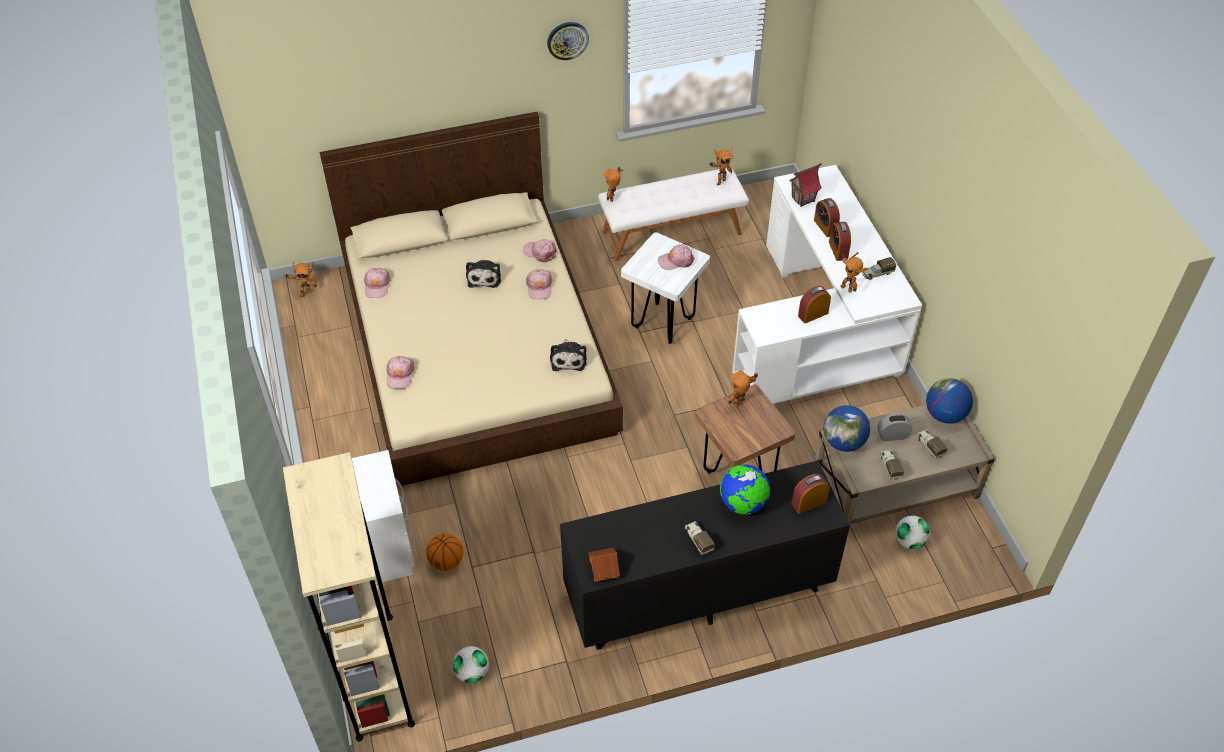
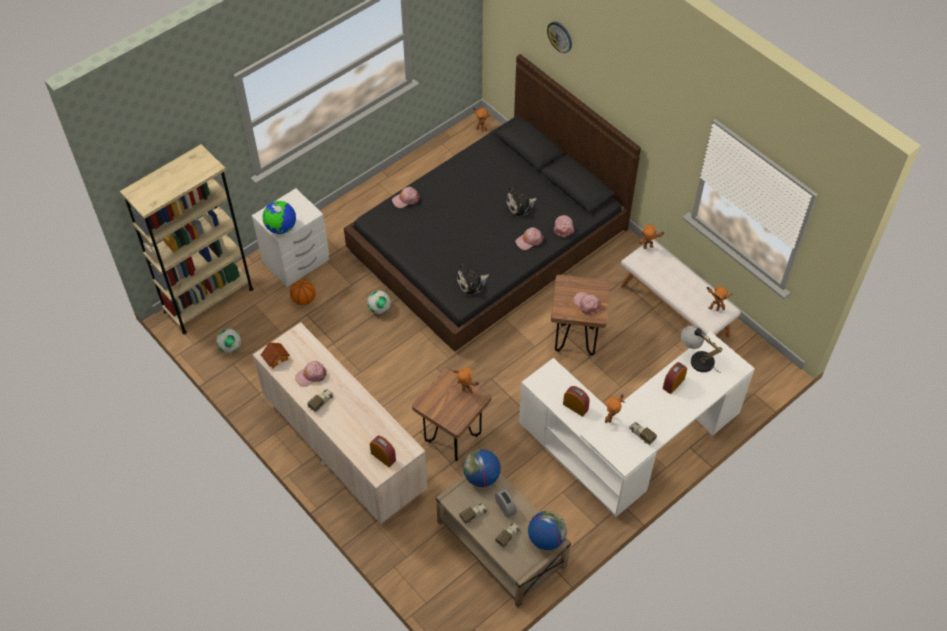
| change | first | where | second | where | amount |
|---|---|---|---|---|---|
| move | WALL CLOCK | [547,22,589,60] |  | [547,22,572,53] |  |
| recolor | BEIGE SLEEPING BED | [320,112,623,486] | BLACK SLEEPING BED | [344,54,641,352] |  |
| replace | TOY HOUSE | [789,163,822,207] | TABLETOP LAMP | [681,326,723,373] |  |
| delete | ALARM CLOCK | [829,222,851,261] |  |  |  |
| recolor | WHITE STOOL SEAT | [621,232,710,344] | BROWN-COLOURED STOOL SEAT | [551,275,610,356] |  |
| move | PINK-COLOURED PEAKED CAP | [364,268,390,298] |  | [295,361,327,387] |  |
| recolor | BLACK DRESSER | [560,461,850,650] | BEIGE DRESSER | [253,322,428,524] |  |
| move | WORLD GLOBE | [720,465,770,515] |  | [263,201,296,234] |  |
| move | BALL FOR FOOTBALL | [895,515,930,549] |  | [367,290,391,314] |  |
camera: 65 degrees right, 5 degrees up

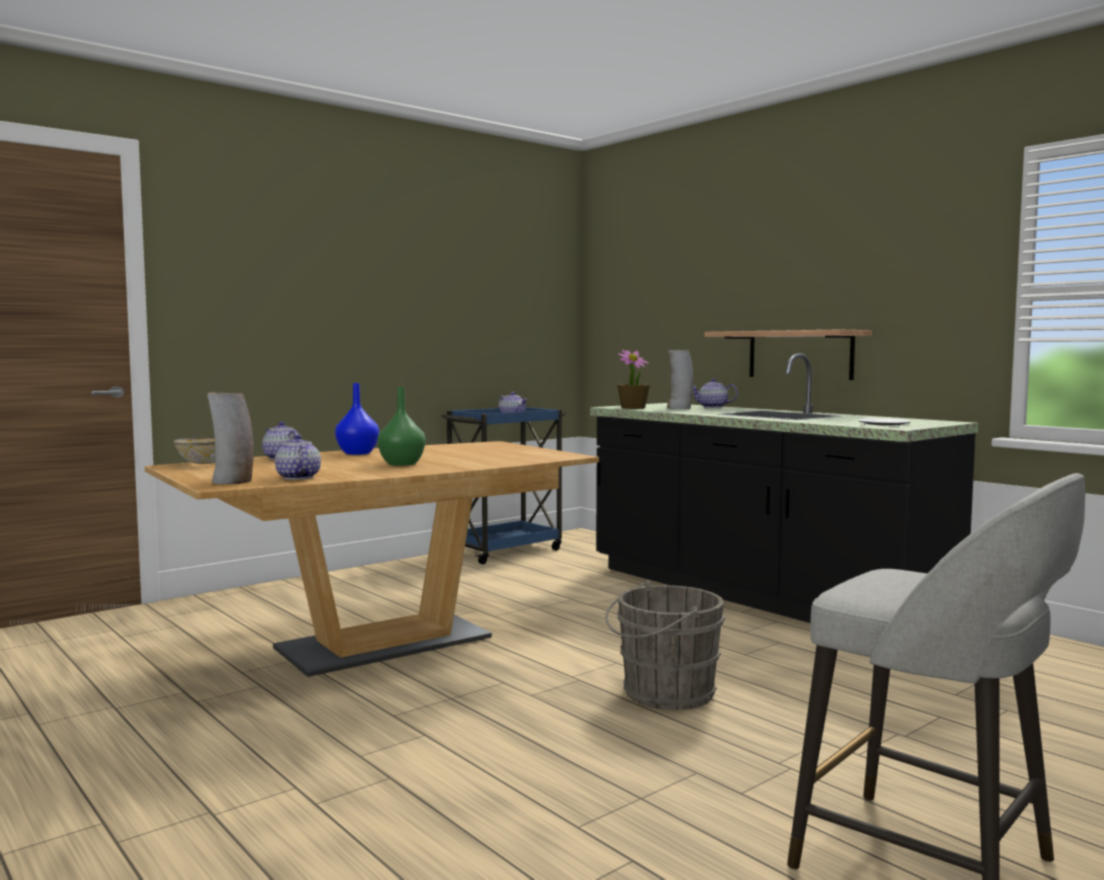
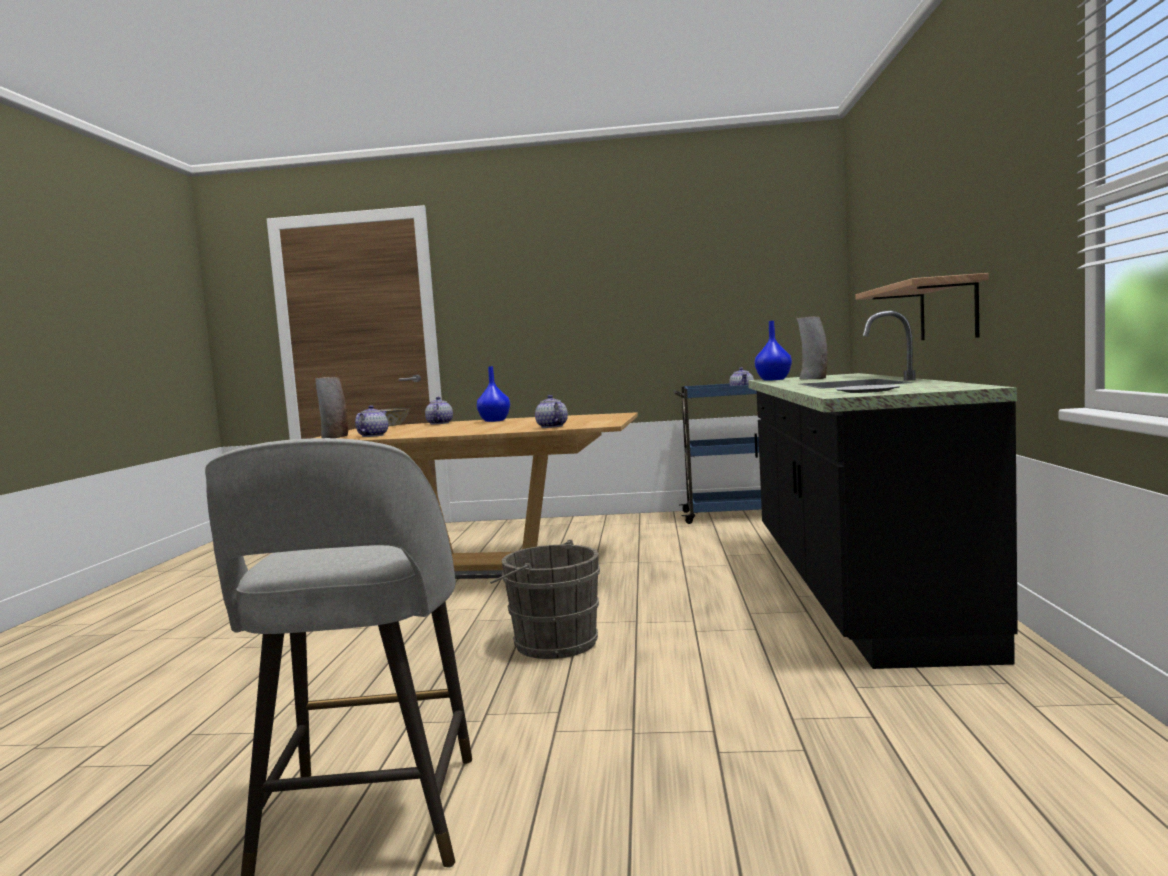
| change | first | where | second | where | amount |
|---|---|---|---|---|---|
| replace | POTTED PLANT | [617,350,650,409] | BLUISH VASE | [755,321,792,381] |  |
| move | POT FOR TEA | [693,378,738,408] |  | [535,395,568,428] |  |
| delete | GREEN VASE | [377,387,426,466] |  |  |  |
camera: 45 degrees right, 0 degrees up

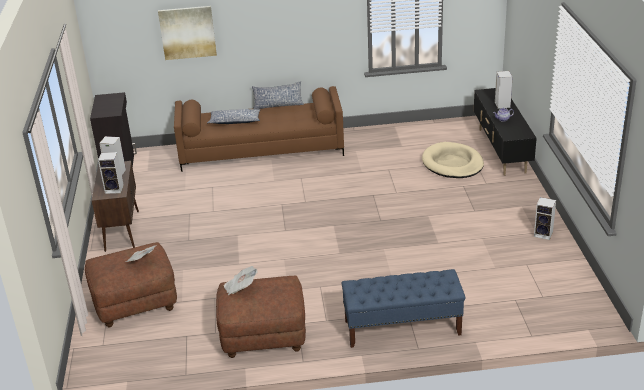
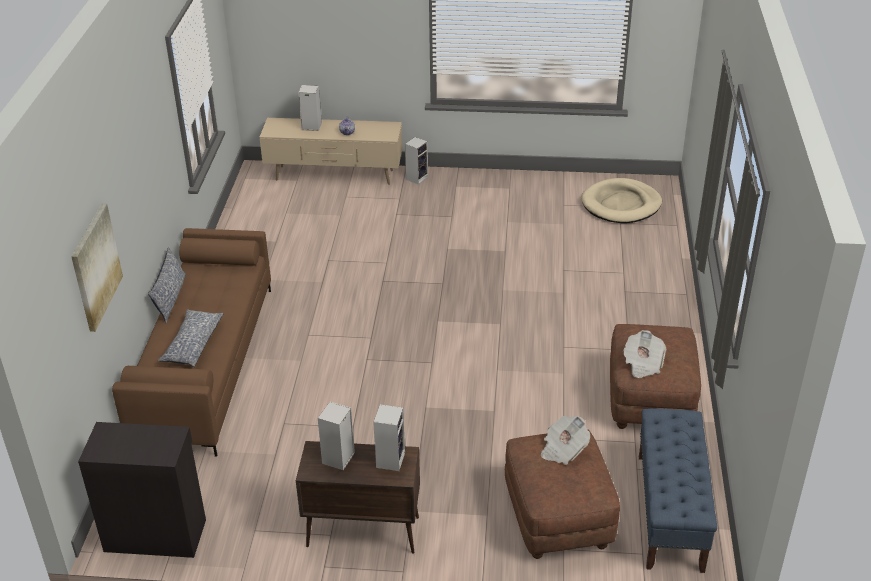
| change | first | where | second | where | amount |
|---|---|---|---|---|---|
| recolor | BLACK TV UNIT | [474,88,537,176] | BEIGE TV UNIT | [260,118,403,185] |  |
| move | BEIGE PET BED | [422,142,484,178] |  | [582,178,662,223] |  |
| move | LOUDSPEAKER | [534,197,556,240] |  | [405,137,428,184] |  |
| move | BLUISH BENCH | [341,269,465,348] |  | [639,408,717,573] |  |
camera: 80 degrees left, 5 degrees up

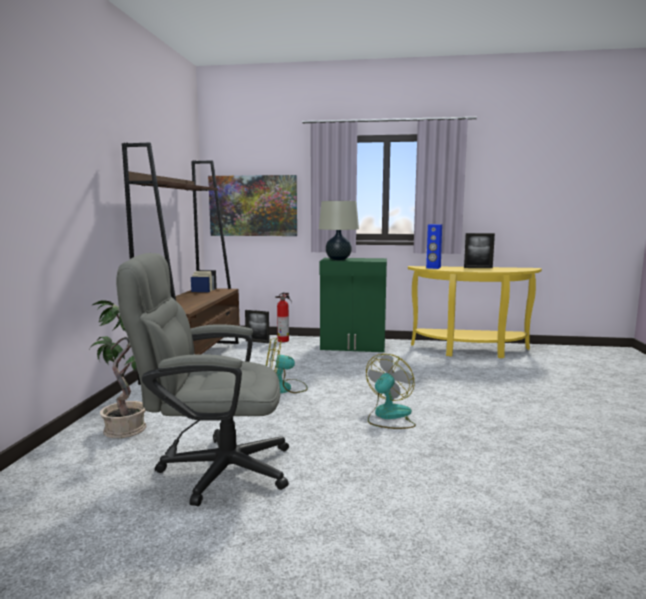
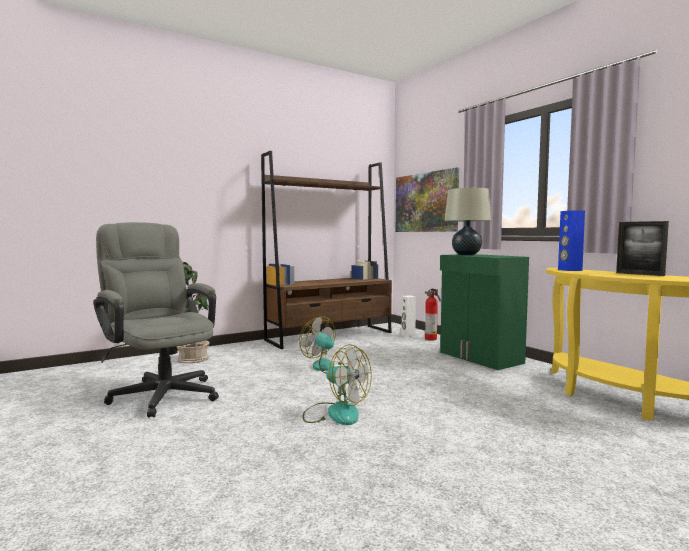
| change | first | where | second | where | amount |
|---|---|---|---|---|---|
| replace | STANDING FRAME | [245,310,270,343] | WHITE LOUDSPEAKER | [402,295,416,337] |  |
| rotate | FAN | [366,354,416,429] |  | [302,344,372,425] | 45 degrees clockwise |
camera: 50 degrees right, 5 degrees down

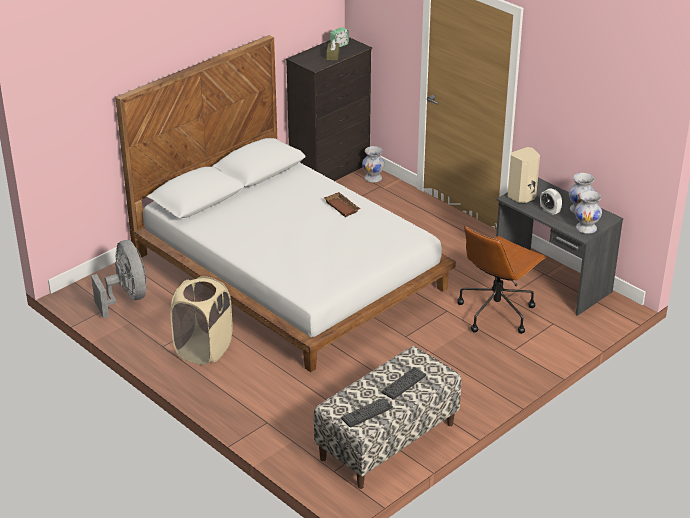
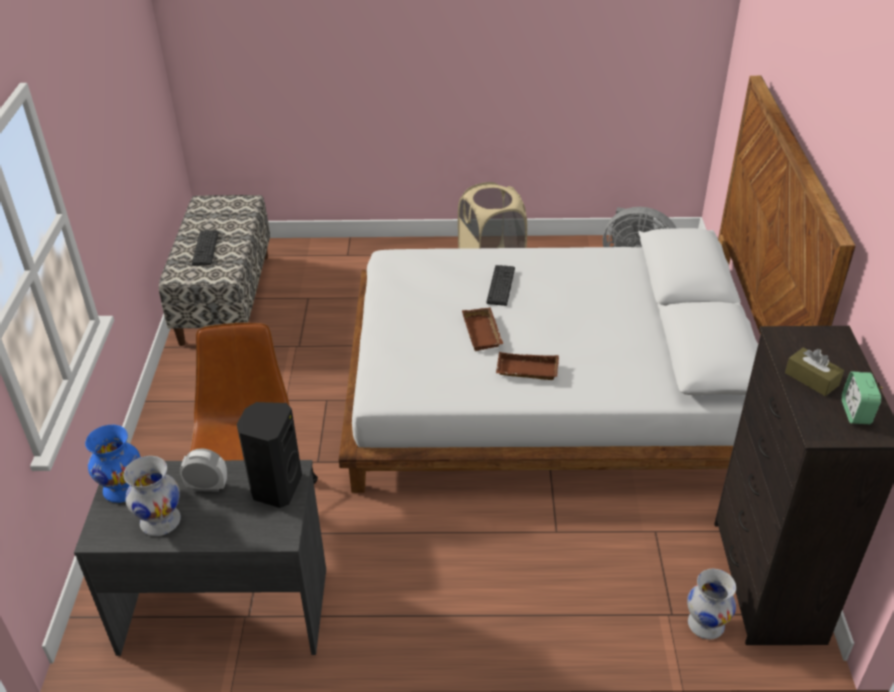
| change | first | where | second | where | amount |
|---|---|---|---|---|---|
| recolor | BEIGE LOUDSPEAKER | [507,147,540,203] | BLACK LOUDSPEAKER | [237,402,302,508] |  |
| recolor | WHITE VASE | [575,191,602,234] | BLUISH VASE | [85,425,140,503] |  |
| move | COMPUTER KEYBOARD | [341,398,393,427] |  | [487,265,515,306] |  |
| insert |  |  | BROWN-COLOURED SERVING TRAY | [462,307,503,351] |  |
camera: 135 degrees right, 5 degrees up

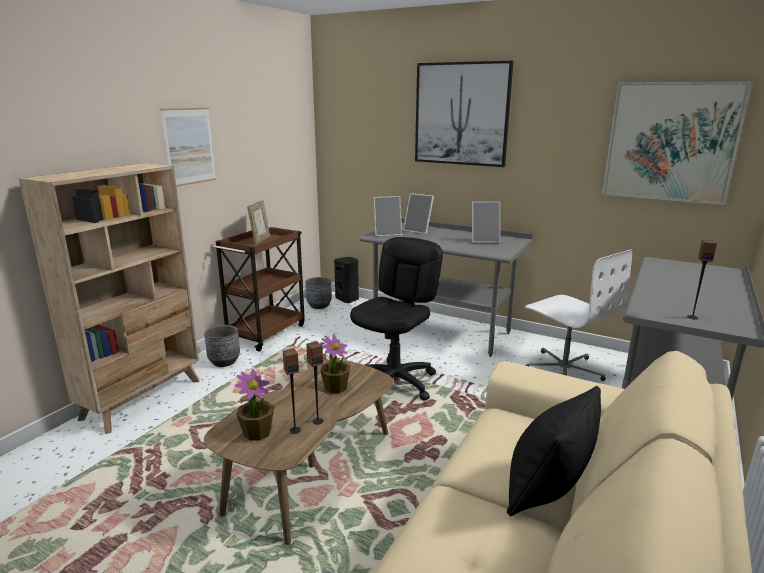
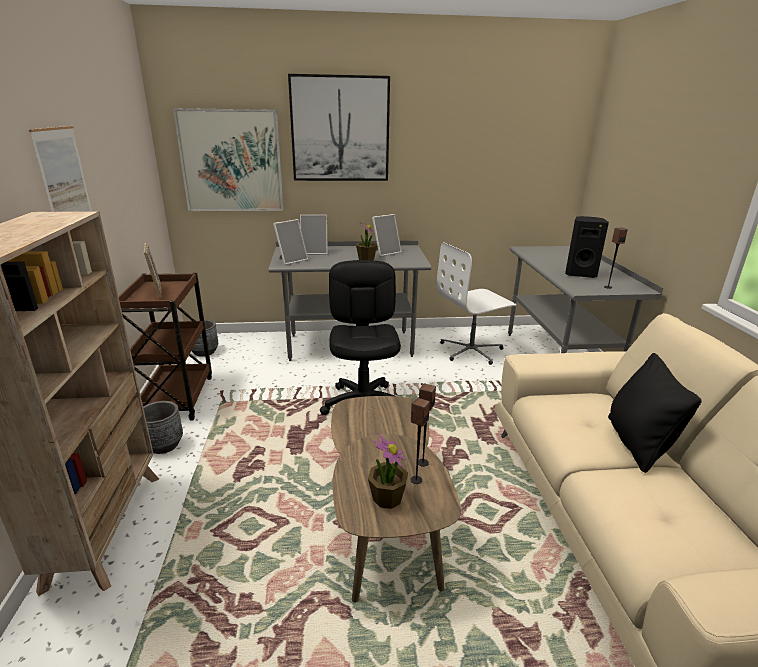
| change | first | where | second | where | amount |
|---|---|---|---|---|---|
| move | WALL PICTURE | [602,81,753,205] |  | [173,108,284,211] |  |
| rotate | WHITE OFFICE CHAIR | [525,250,632,381] |  | [436,242,516,365] | 135 degrees clockwise |
| move | BLACK LOUDSPEAKER | [334,257,359,303] |  | [565,216,609,278] |  |
| move | POTTED PLANT | [320,334,350,393] |  | [356,223,377,260] |  |
camera: 35 degrees left, 5 degrees up

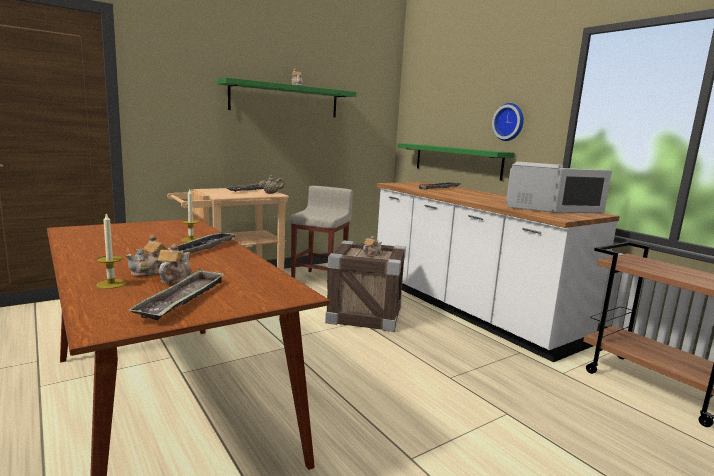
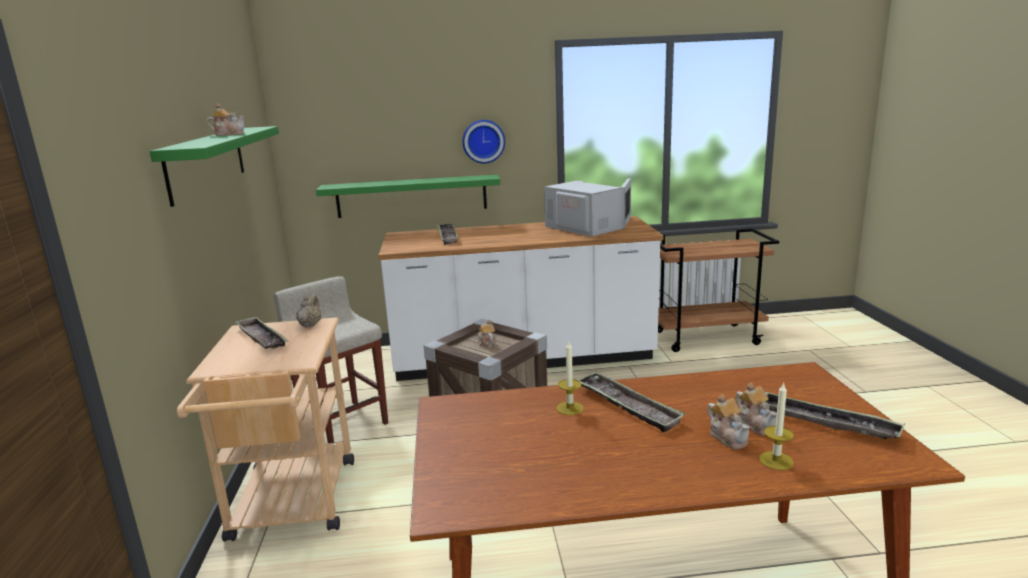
| change | first | where | second | where | amount |
|---|---|---|---|---|---|
| rotate | POT FOR TEA | [158,244,191,285] |  | [736,383,777,436] | 150 degrees counterclockwise |
camera: 60 degrees left, 5 degrees up

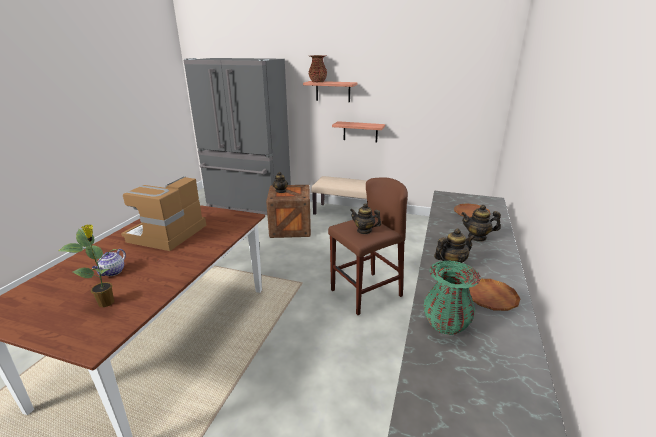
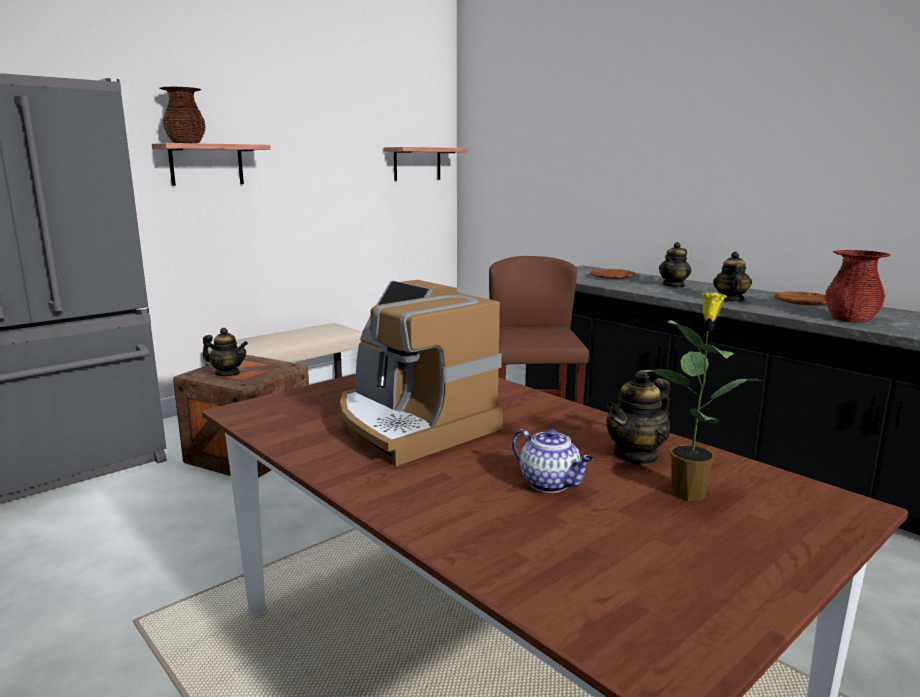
| change | first | where | second | where | amount |
|---|---|---|---|---|---|
| move | BRACKET SHELF | [332,121,385,143] |  | [384,147,468,181] |  |
| move | POT FOR TEA | [350,203,382,234] |  | [606,370,670,465] |  |
| recolor | GREEN VASE | [423,261,481,335] | REDDISH VASE | [825,250,891,322] |  |
camera: 60 degrees left, 10 degrees down

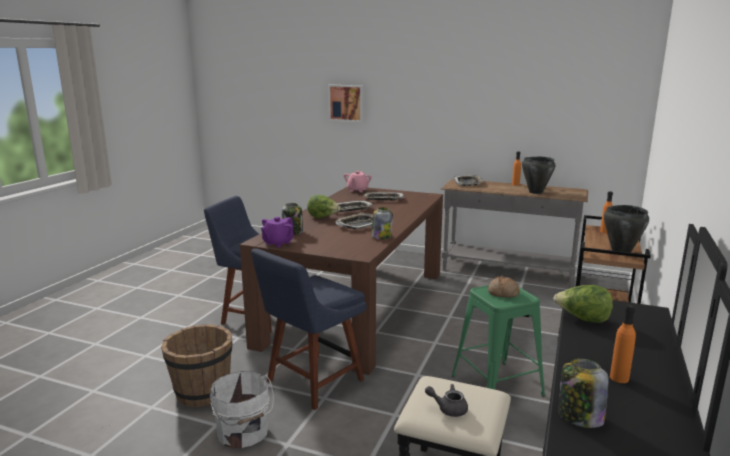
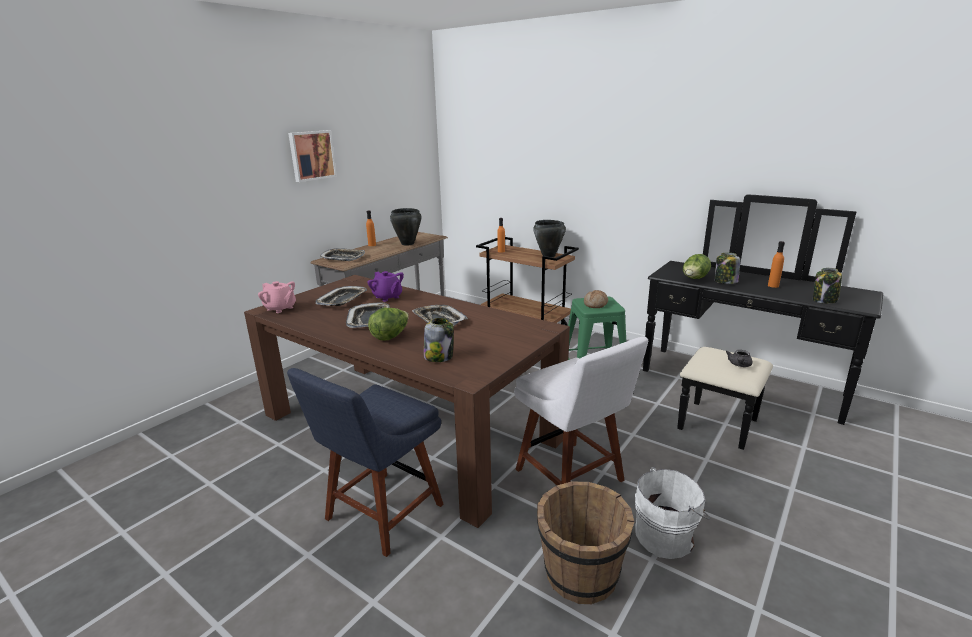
| change | first | where | second | where | amount |
|---|---|---|---|---|---|
| move | WALL PICTURE | [328,85,363,122] |  | [288,130,337,182] |  |
| move | JAR | [371,207,393,239] |  | [715,253,740,284] |  |
| move | PURPLE-COLOURED POT FOR TEA | [261,217,294,247] |  | [367,271,404,302] |  |
| recolor | BLUISH PLAIN CHAIR | [251,249,367,410] | WHITE PLAIN CHAIR | [514,337,648,485] |  |
camera: 75 degrees left, 5 degrees up

